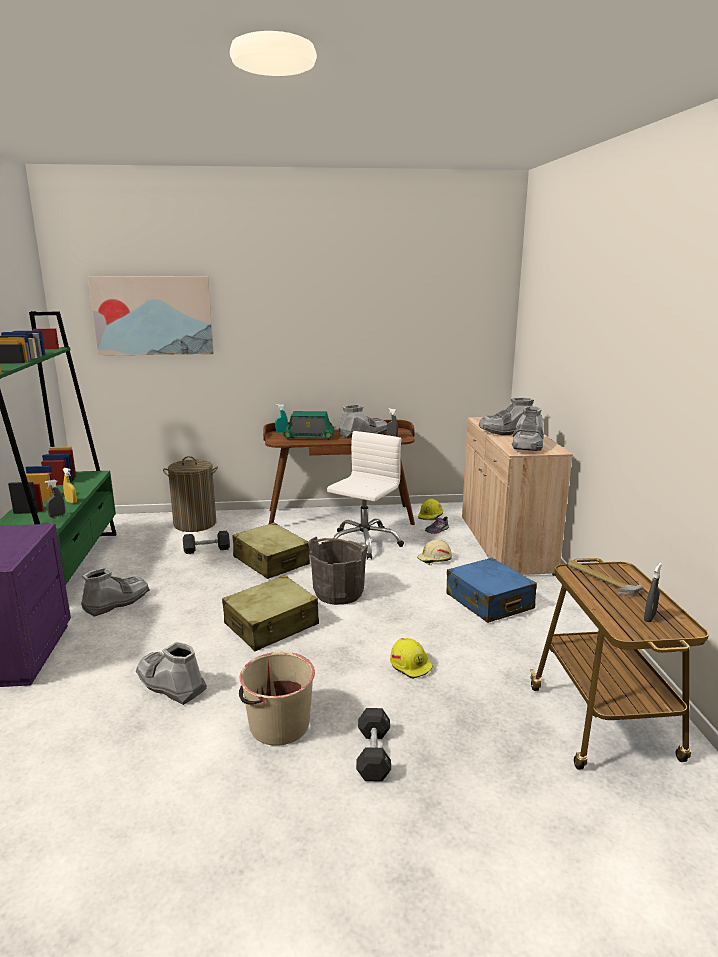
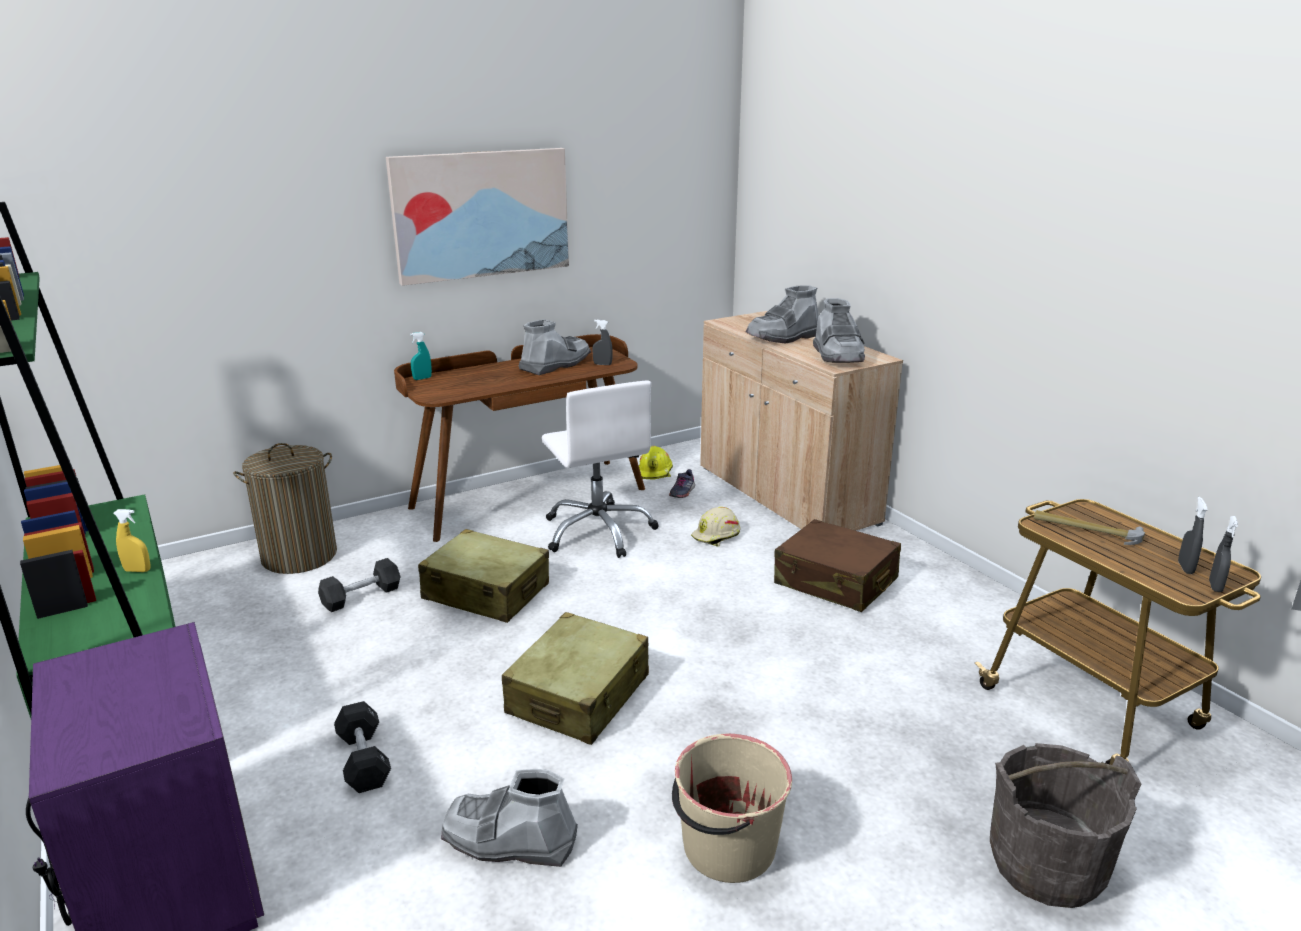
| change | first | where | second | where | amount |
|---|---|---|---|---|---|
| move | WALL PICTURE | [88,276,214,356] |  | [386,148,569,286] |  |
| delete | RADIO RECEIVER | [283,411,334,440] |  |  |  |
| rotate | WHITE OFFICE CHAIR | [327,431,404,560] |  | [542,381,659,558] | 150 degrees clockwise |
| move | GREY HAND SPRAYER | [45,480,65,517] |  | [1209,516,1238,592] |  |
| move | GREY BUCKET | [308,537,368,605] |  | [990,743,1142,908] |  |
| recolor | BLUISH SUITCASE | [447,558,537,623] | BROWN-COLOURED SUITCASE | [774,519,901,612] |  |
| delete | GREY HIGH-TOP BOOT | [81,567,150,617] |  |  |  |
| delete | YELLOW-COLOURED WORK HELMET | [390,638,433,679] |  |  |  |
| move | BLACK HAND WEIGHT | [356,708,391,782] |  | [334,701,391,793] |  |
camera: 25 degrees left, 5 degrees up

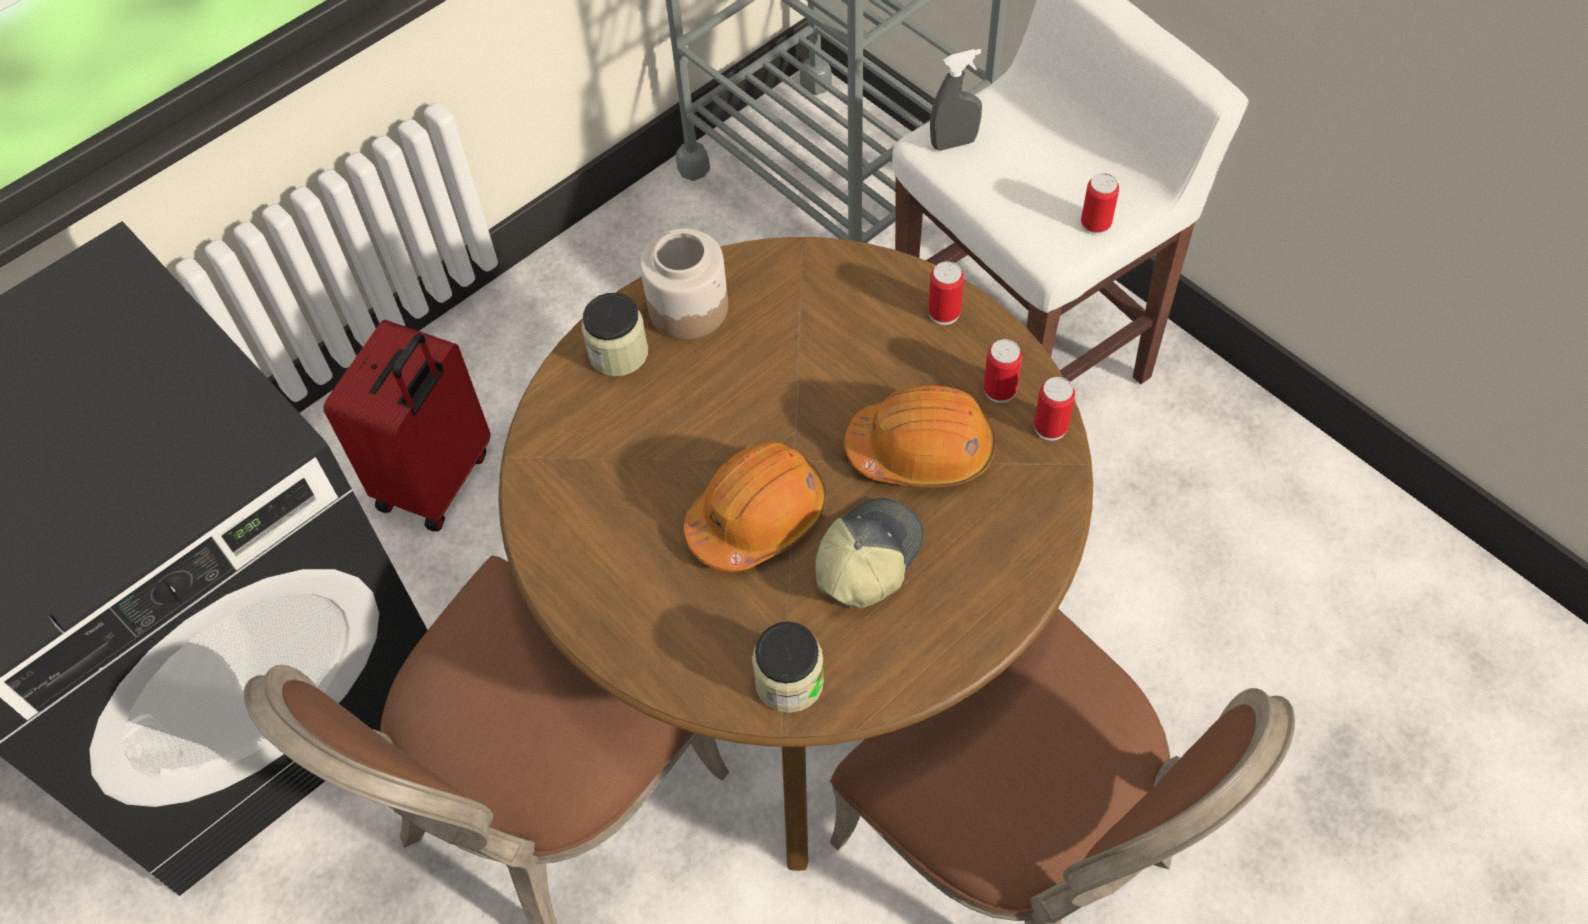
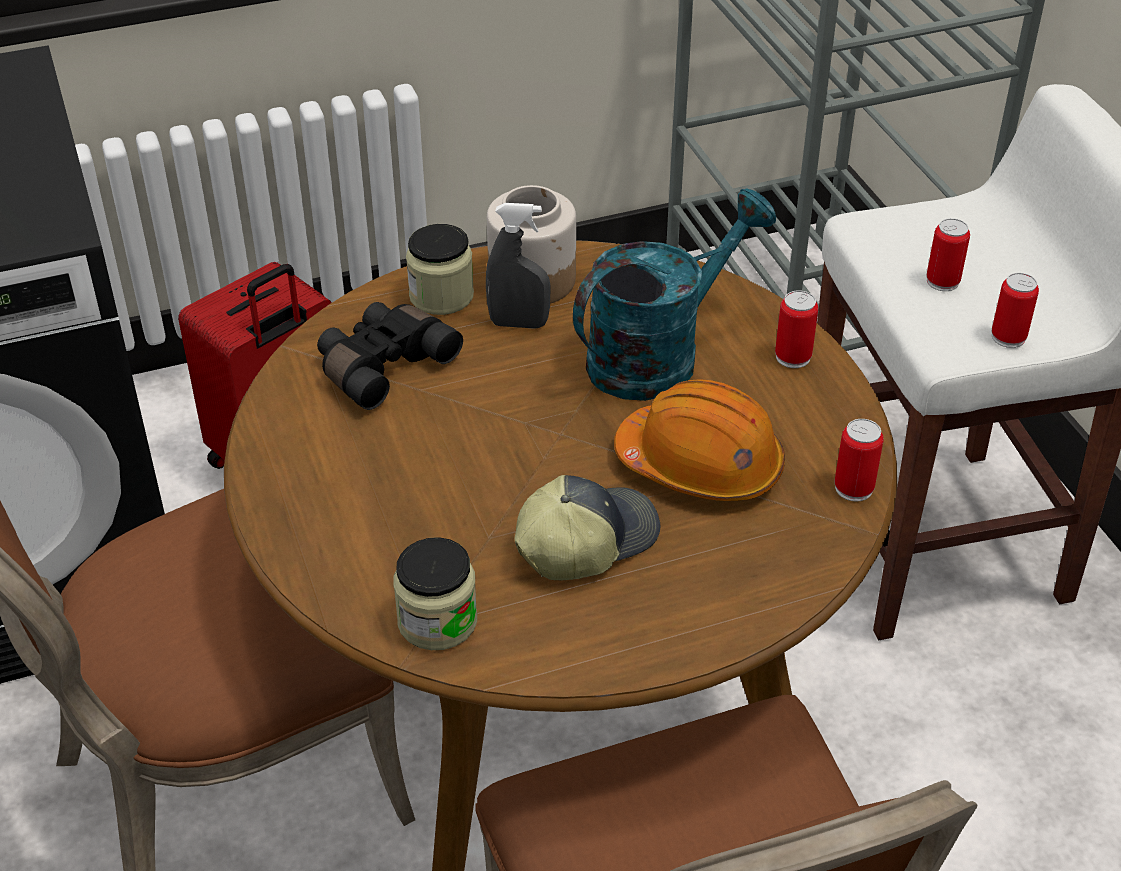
| change | first | where | second | where | amount |
|---|---|---|---|---|---|
| move | GREY HAND SPRAYER | [930,49,982,151] |  | [486,203,551,329] |  |
| move | SEALED CAN | [983,339,1022,403] |  | [926,218,970,291] |  |
| delete | ORANGE-COLOURED WORK HELMET | [684,442,827,572] |  |  |  |
| insert |  |  | TURQUOISE WATERING CAN | [573,188,776,401] |  |
| insert |  |  | BLACK FIELD GLASSES | [317,302,463,410] |  |
camera: 20 degrees right, 15 degrees down

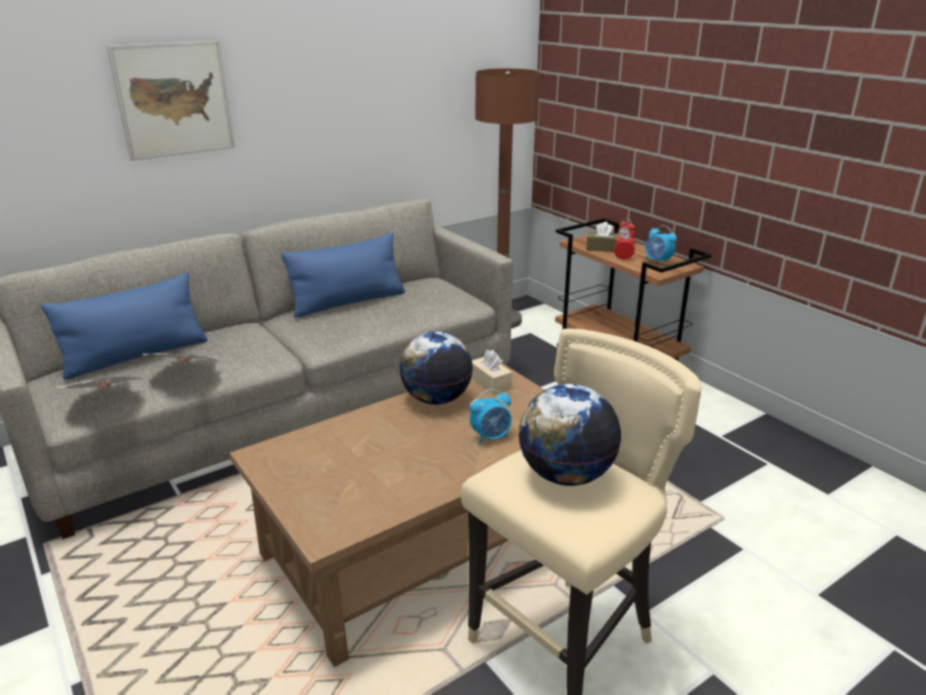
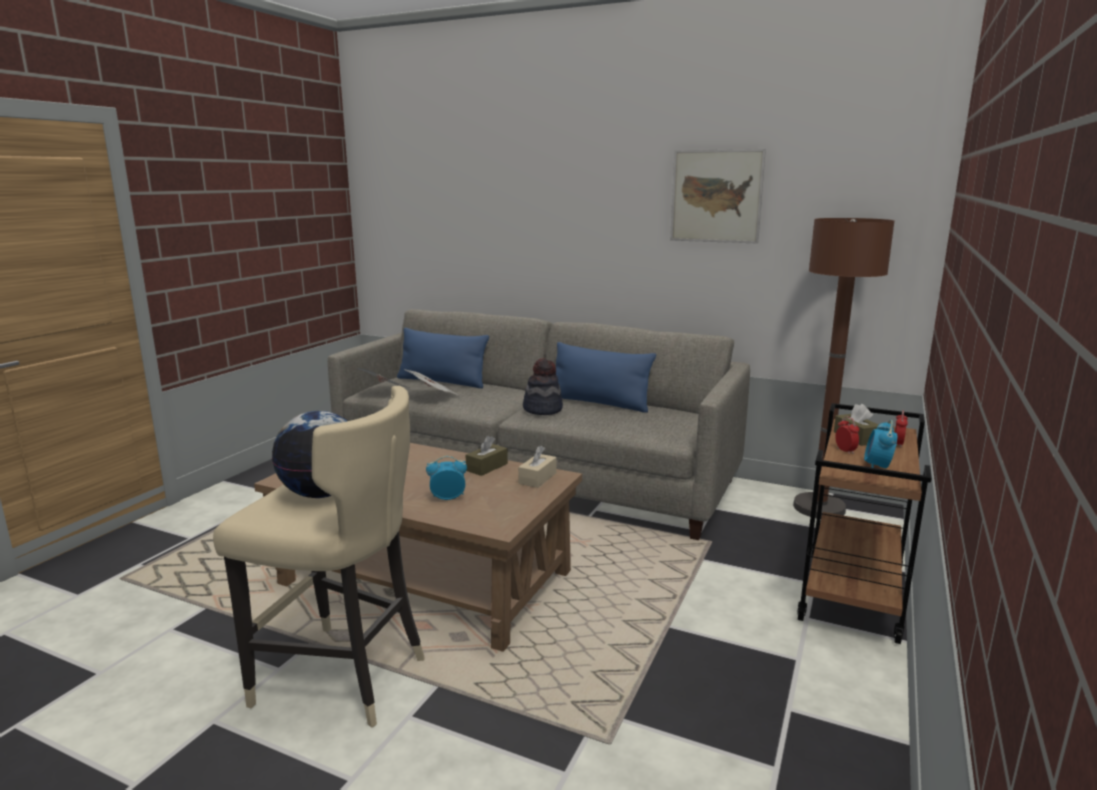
| change | first | where | second | where | amount |
|---|---|---|---|---|---|
| move | WALL PICTURE | [107,41,235,161] |  | [670,149,766,244] |  |
| replace | WORLD GLOBE | [399,332,473,405] | BROWN-COLOURED TISSUE BOX | [466,436,508,476] |  |
| rotate | ALARM CLOCK | [469,389,512,444] |  | [426,456,467,500] | 135 degrees clockwise |
| insert |  |  | CLOTHING HAT | [523,358,563,415] |  |
camera: 60 degrees right, 10 degrees down

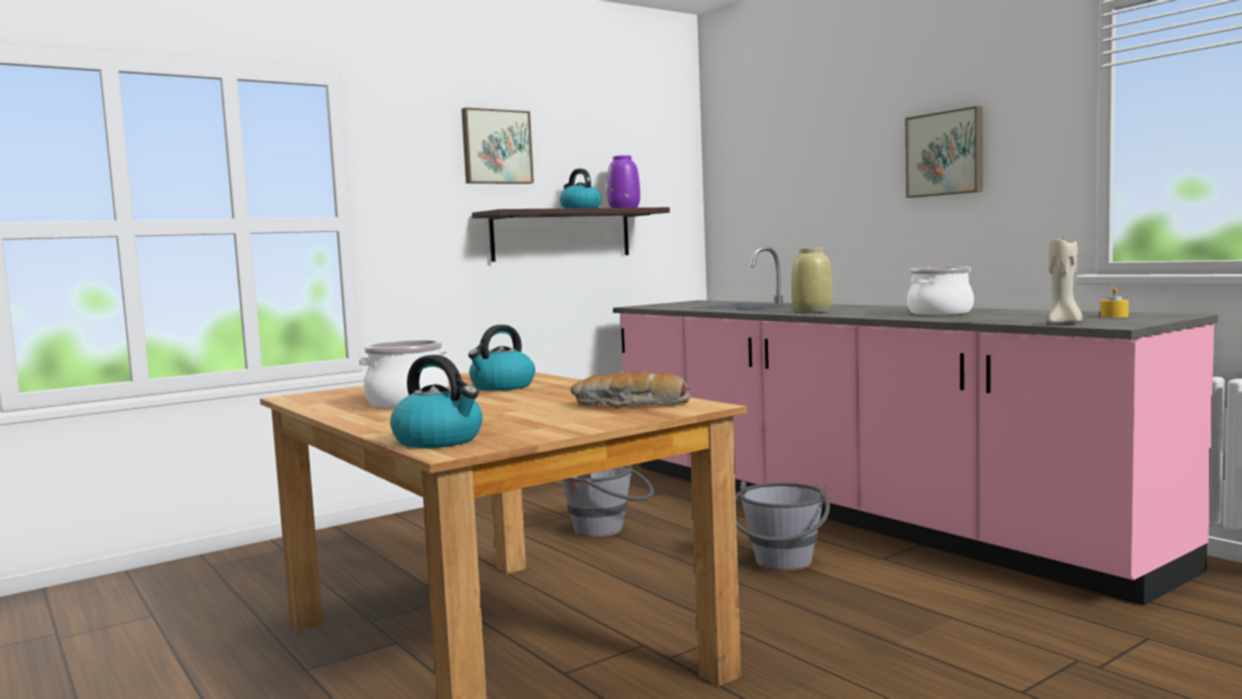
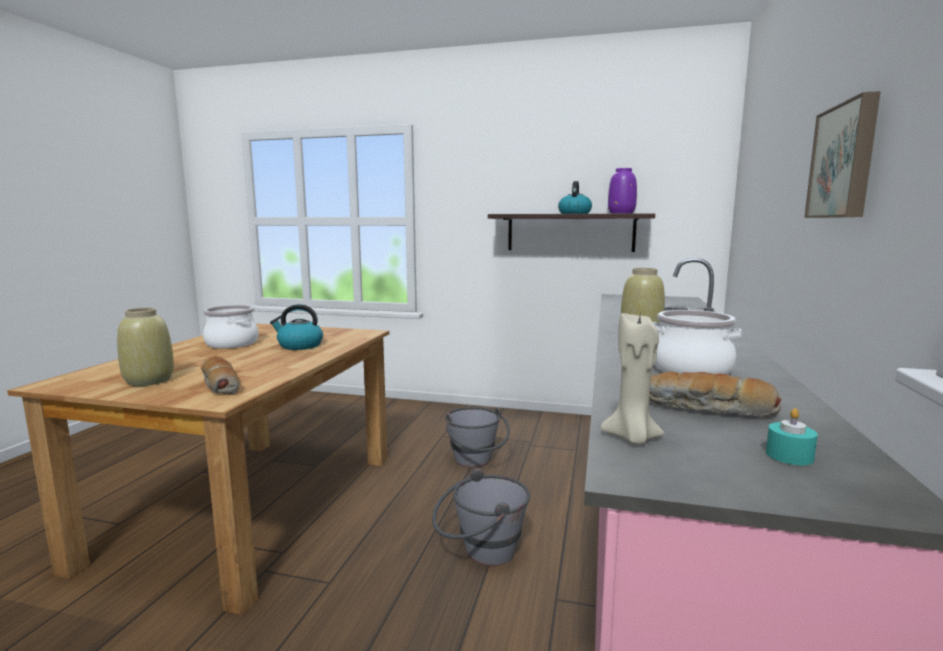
| change | first | where | second | where | amount |
|---|---|---|---|---|---|
| delete | WALL PICTURE | [461,107,534,184] |  |  |  |
| recolor | YELLOW-COLOURED WAX LIGHT | [1101,287,1129,318] | TURQUOISE WAX LIGHT | [766,408,818,465] |  |
| delete | TEA KETTLE | [390,355,483,448] |  |  |  |
| insert |  |  | BEIGE VASE | [117,308,174,386] |  |
| insert |  |  | BAKED BREAD | [649,371,782,417] |  |
camera: 50 degrees right, 5 degrees up

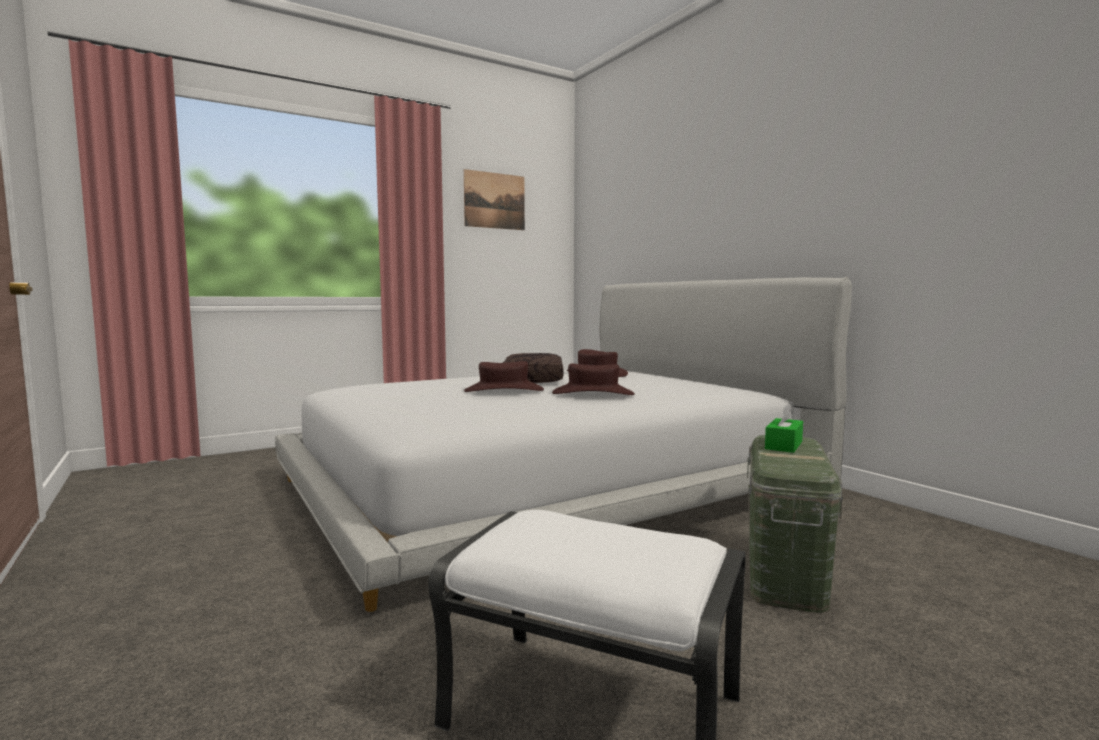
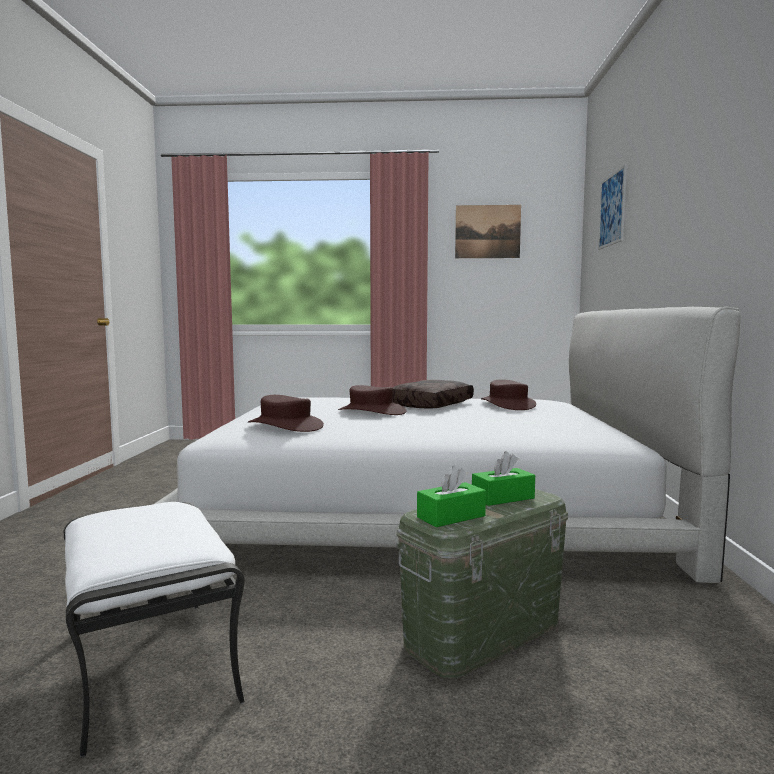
| change | first | where | second | where | amount |
|---|---|---|---|---|---|
| move | BROWN-COLOURED CLOTHING HAT | [552,363,635,395] |  | [248,395,324,432] |  |
| insert |  |  | WALL PICTURE | [598,164,627,250] |  |
| insert |  |  | GREEN TISSUE BOX | [417,465,486,527] |  |
camera: 35 degrees right, 0 degrees up

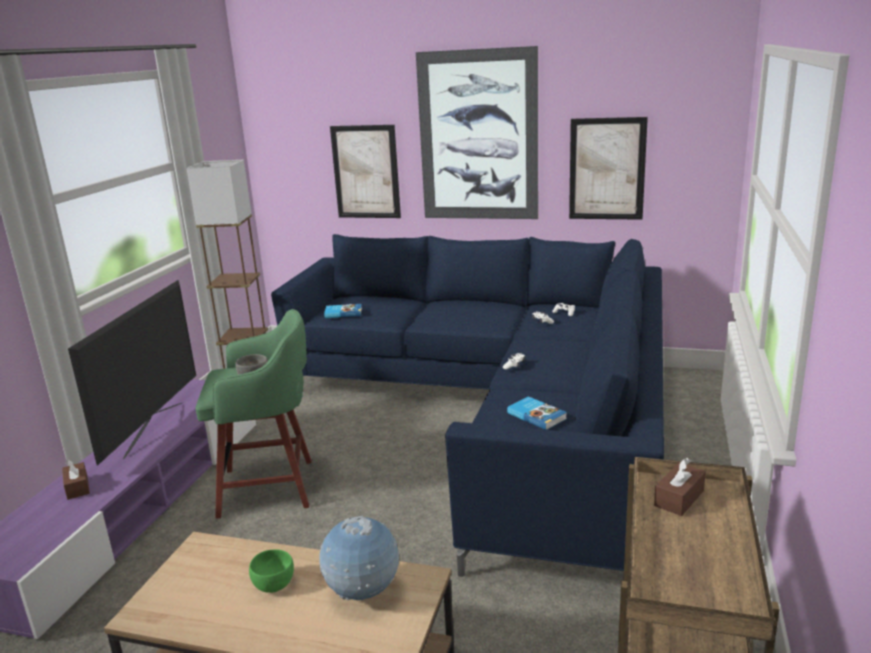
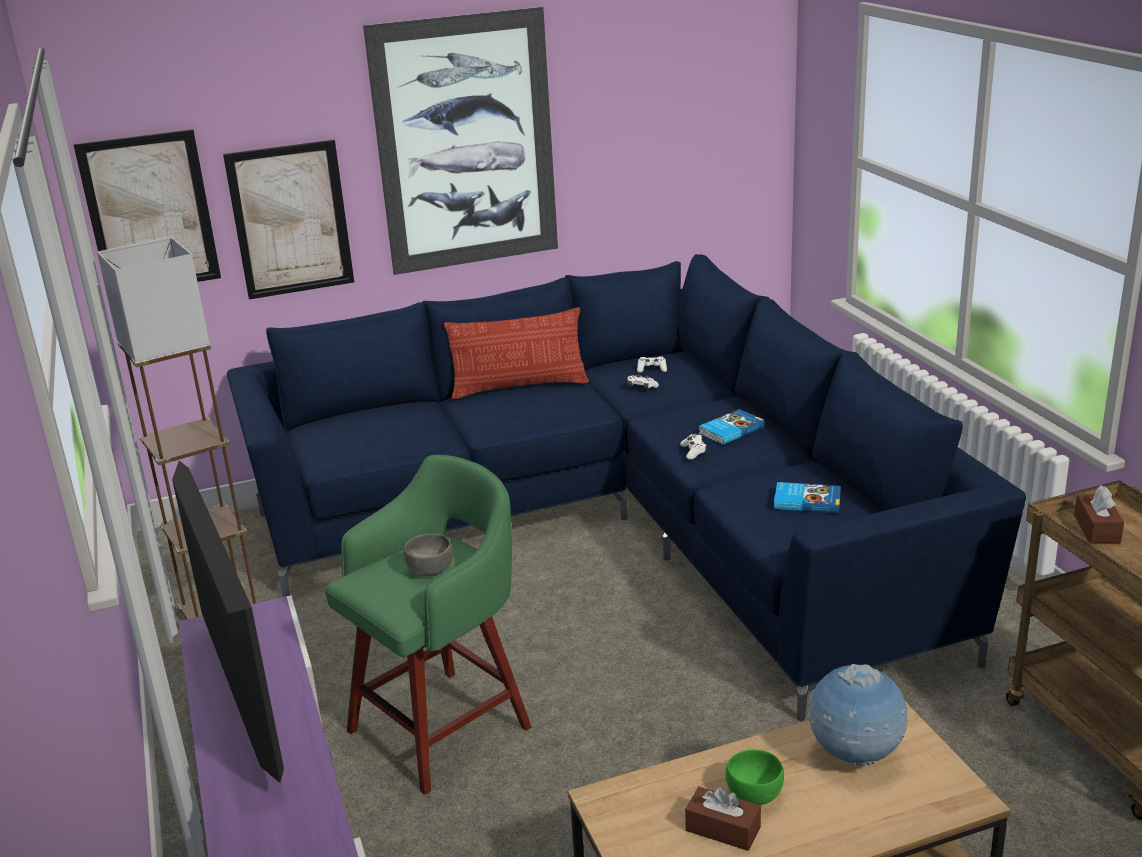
| change | first | where | second | where | amount |
|---|---|---|---|---|---|
| move | WALL PICTURE | [569,117,648,220] |  | [73,129,221,282] |  |
| move | BOUND BOOK | [324,304,362,318] |  | [699,409,764,445] |  |
| move | BROWN-COLOURED TISSUE BOX | [62,460,90,500] |  | [685,787,761,851] |  |
| insert |  |  | THROW PILLOW | [444,307,589,399] |  |
camera: 35 degrees left, 5 degrees up

